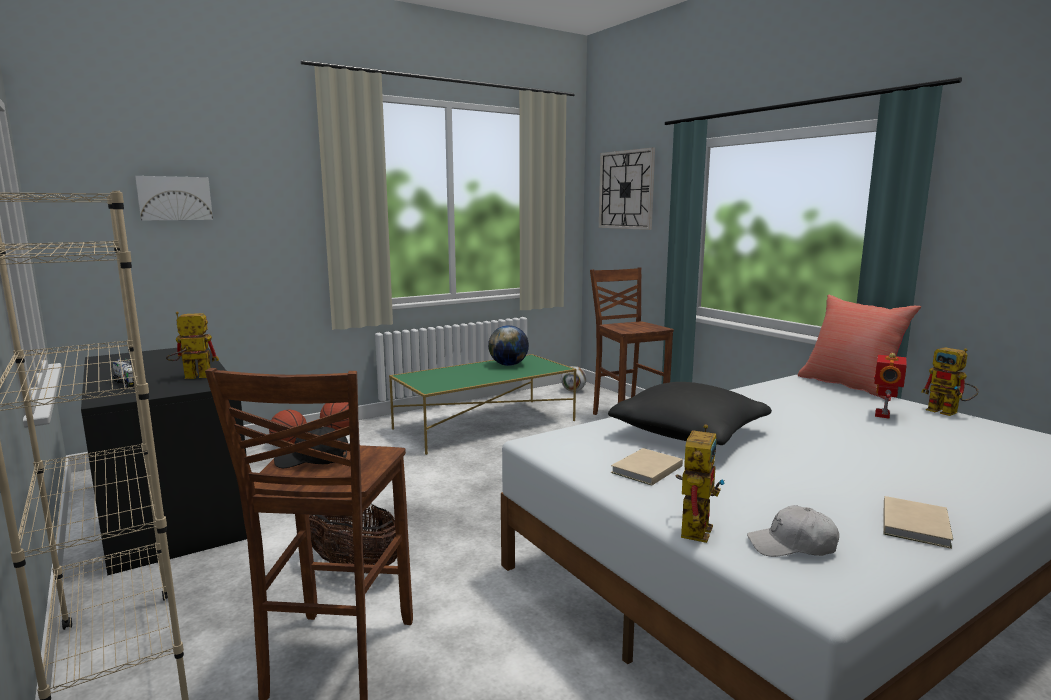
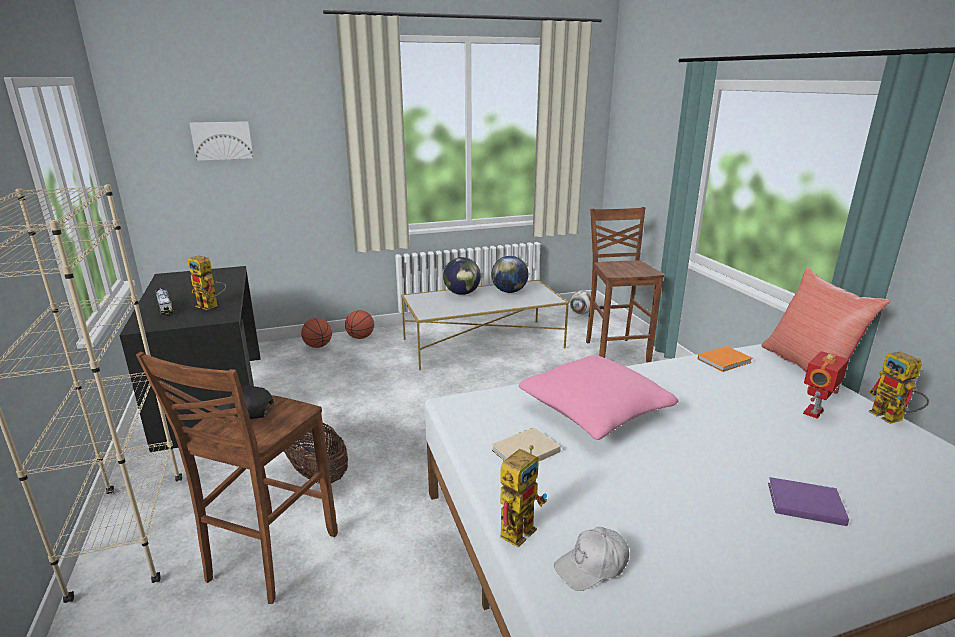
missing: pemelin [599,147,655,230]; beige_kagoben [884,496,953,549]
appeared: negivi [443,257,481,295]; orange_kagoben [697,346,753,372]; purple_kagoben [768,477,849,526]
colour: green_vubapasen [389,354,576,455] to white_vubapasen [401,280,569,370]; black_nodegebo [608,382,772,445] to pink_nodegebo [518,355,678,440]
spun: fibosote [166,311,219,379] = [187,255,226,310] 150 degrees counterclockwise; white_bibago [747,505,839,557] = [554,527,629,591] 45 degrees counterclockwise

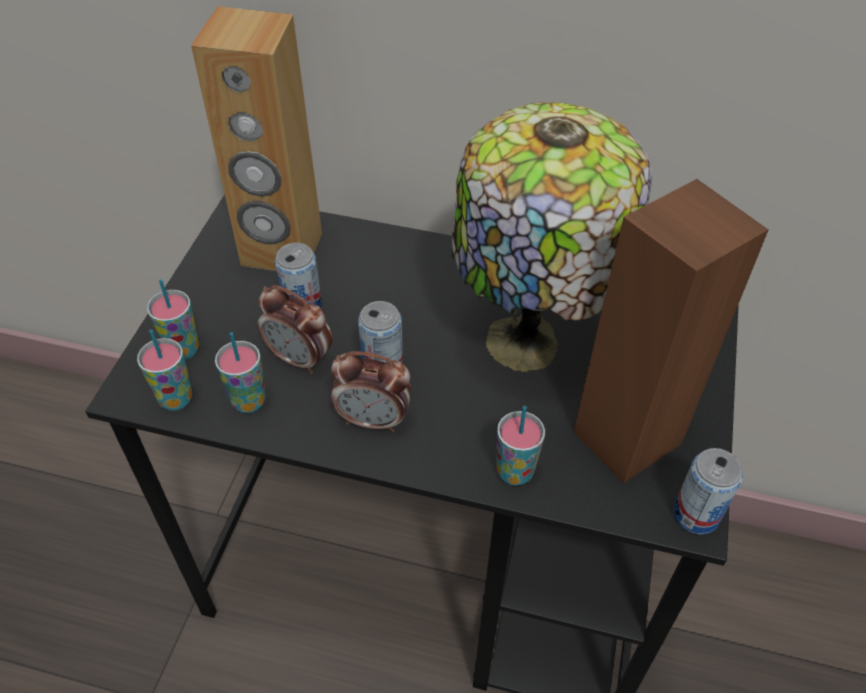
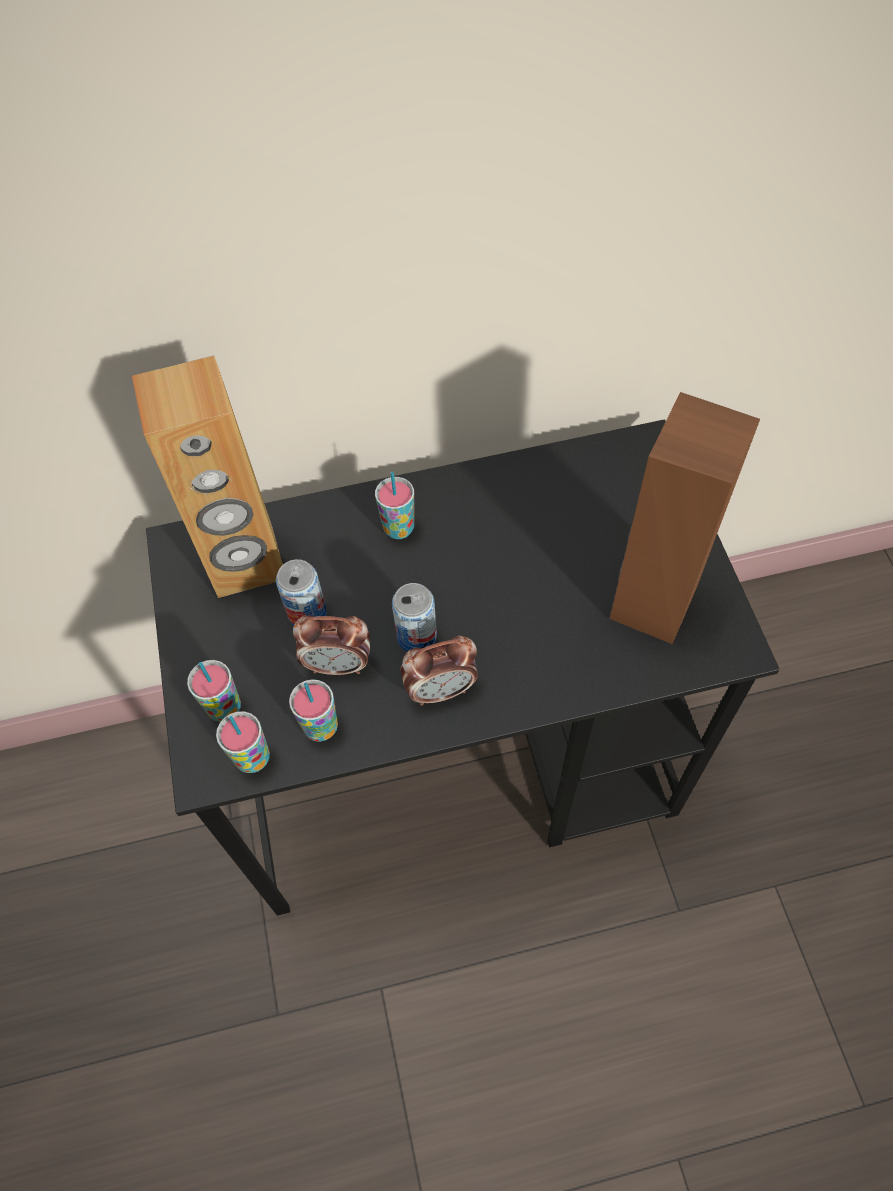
missing: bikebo [452,102,652,372]; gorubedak [673,448,743,535]
relocated: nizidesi [497,406,545,486] to [375,472,414,539]

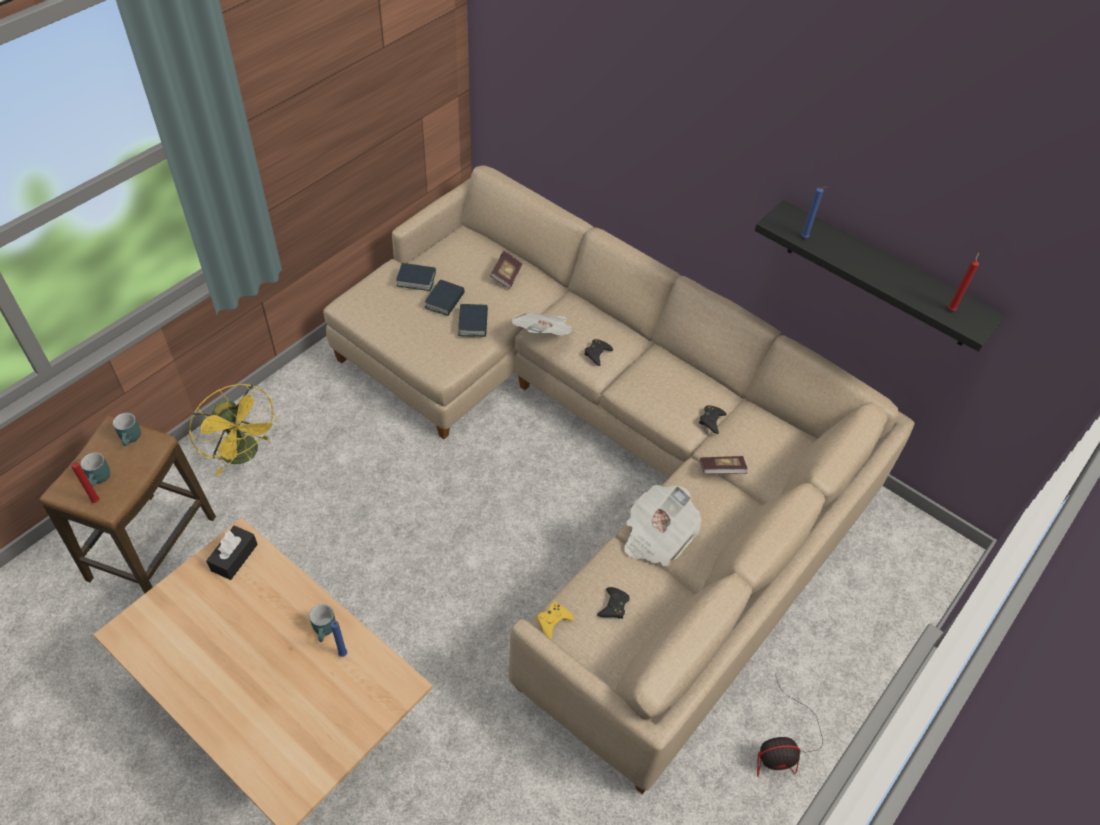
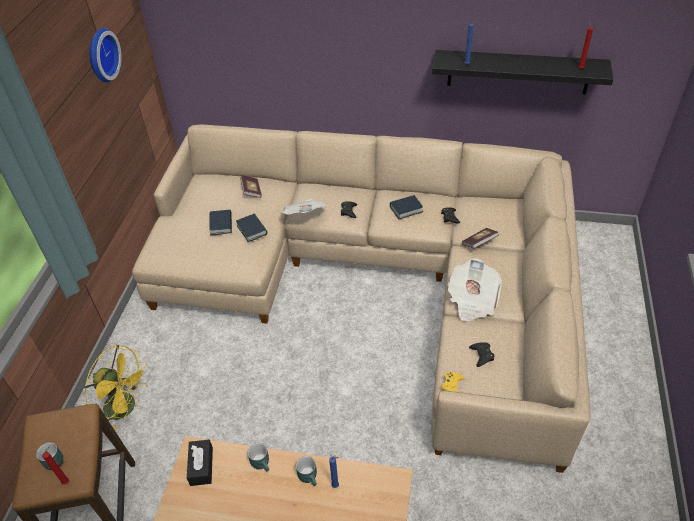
missing: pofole [757,673,823,776]
appeared: pemelin [89,28,122,83]
relocated: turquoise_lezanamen [113,413,141,446] to [248,443,269,471]; kagoben [396,263,436,291] to [390,195,423,219]

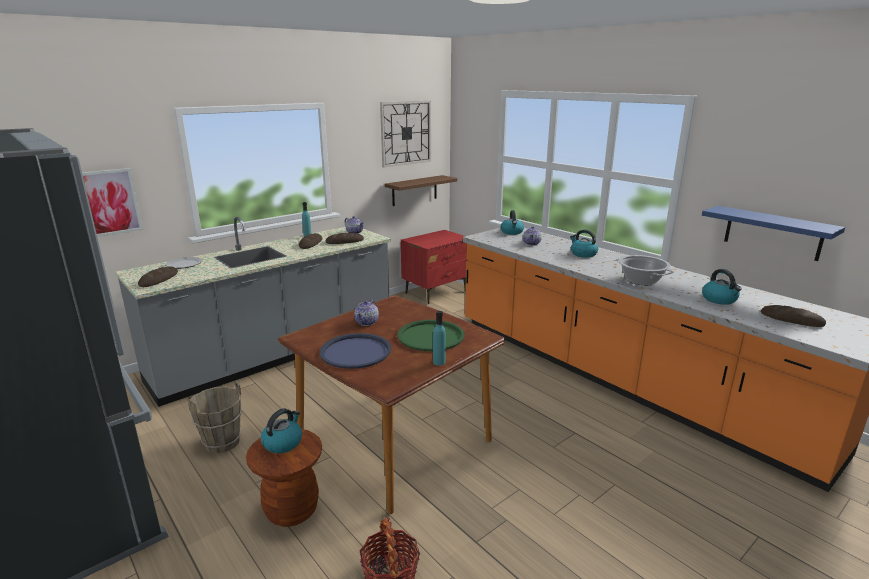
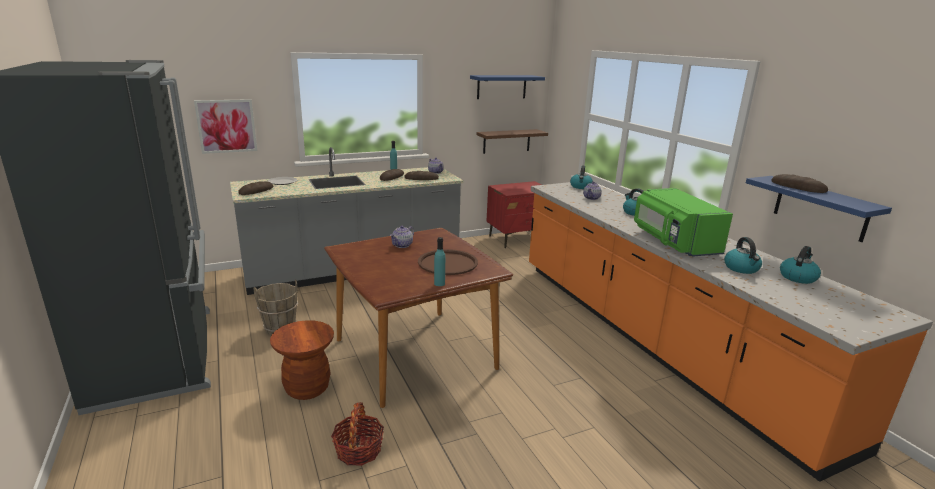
missing: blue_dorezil [320,333,391,369]
relocated: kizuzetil [261,408,302,454] to [780,246,821,284]; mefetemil [761,305,826,327] to [771,174,828,193]
exchanged: pemelin [380,100,431,167] to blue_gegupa [470,75,545,99]; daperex [616,255,673,286] to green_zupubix [634,188,733,257]
colour: green_dorezil [397,319,465,351] to brown_dorezil [418,249,478,275]

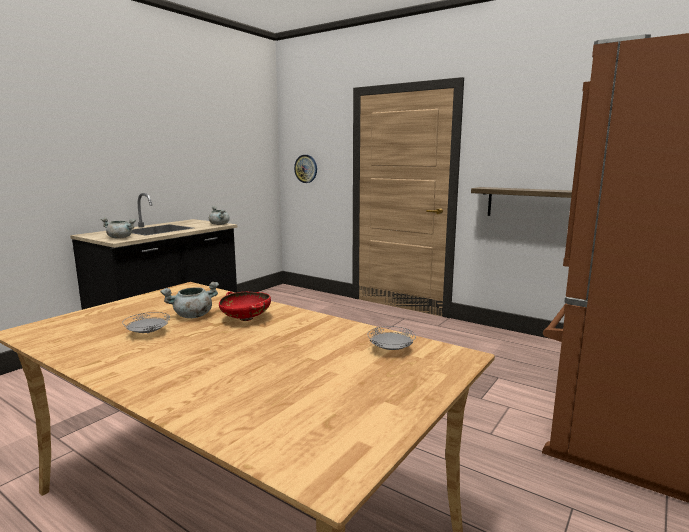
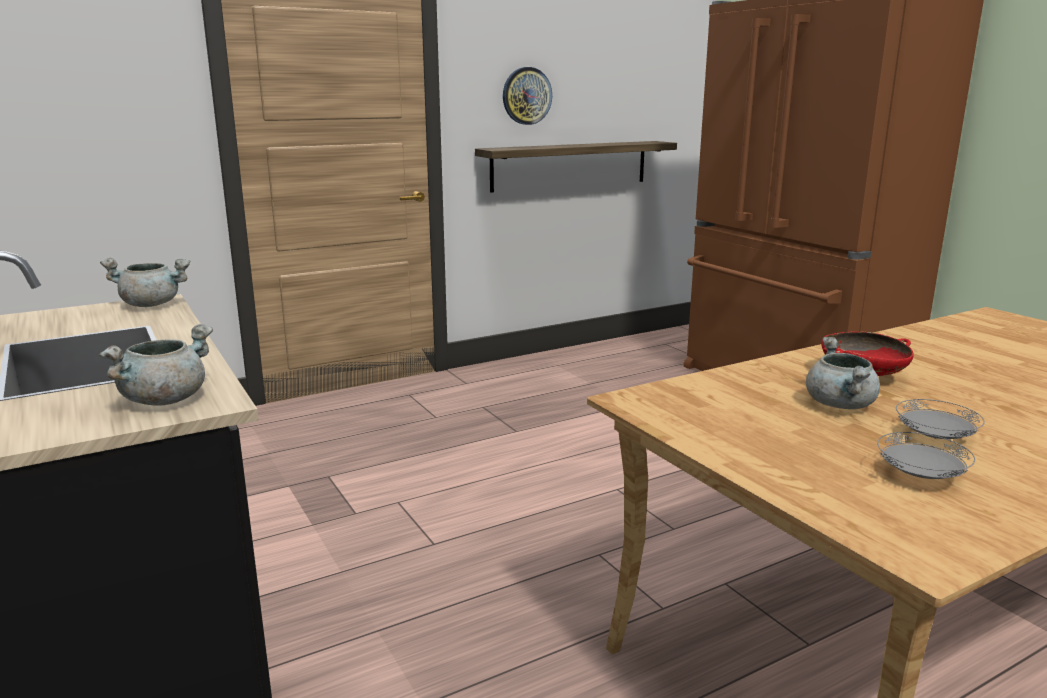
relocated: pemelin [294,155,317,183] to [503,67,552,125]; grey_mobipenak [368,326,416,350] to [877,432,975,479]

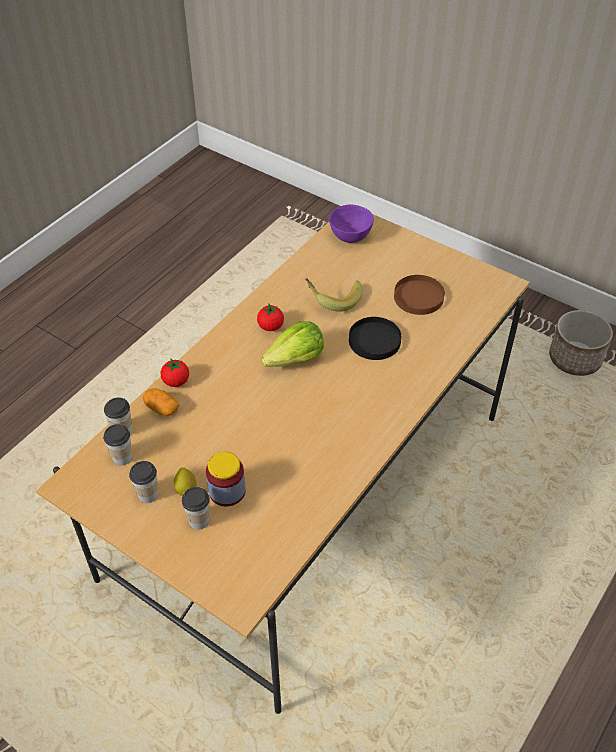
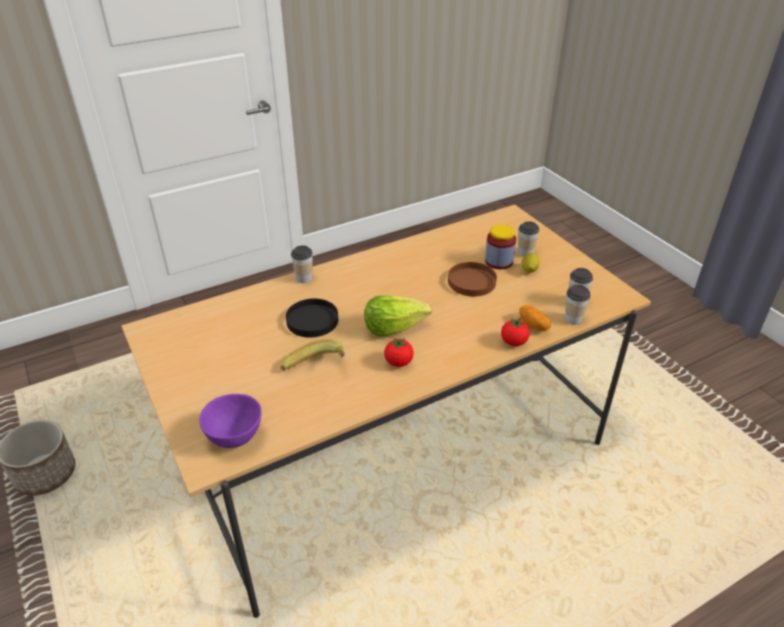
relocated: nizidesi [129,461,158,503] to [291,245,313,283]; brown_mobipenak [394,275,445,315] to [448,262,497,296]

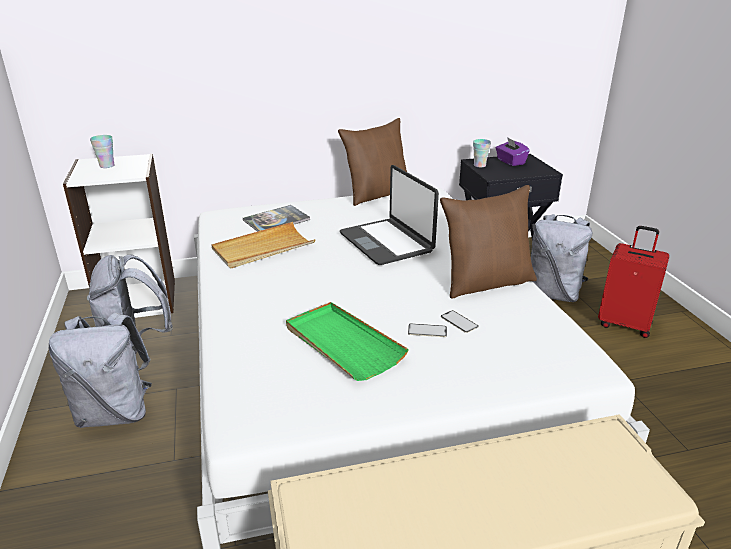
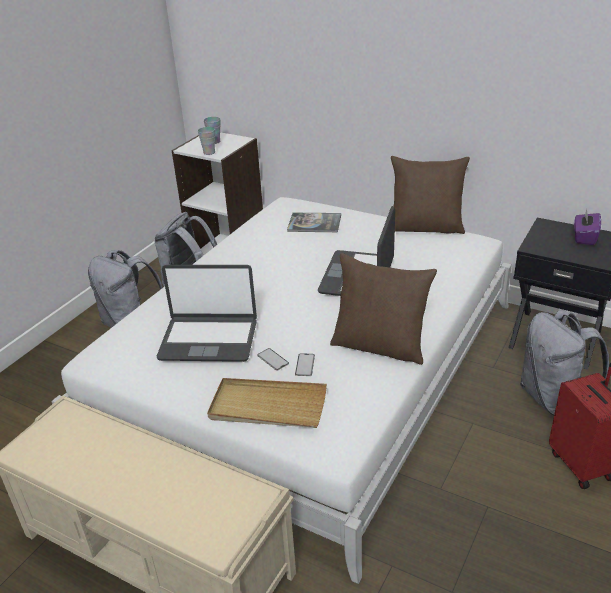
relocated: beige_dorezil [211,222,315,268] to [207,378,327,428]; nizidesi [473,139,491,168] to [198,127,215,155]
exchanged: green_dorezil [286,302,409,381] to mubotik [157,265,257,362]

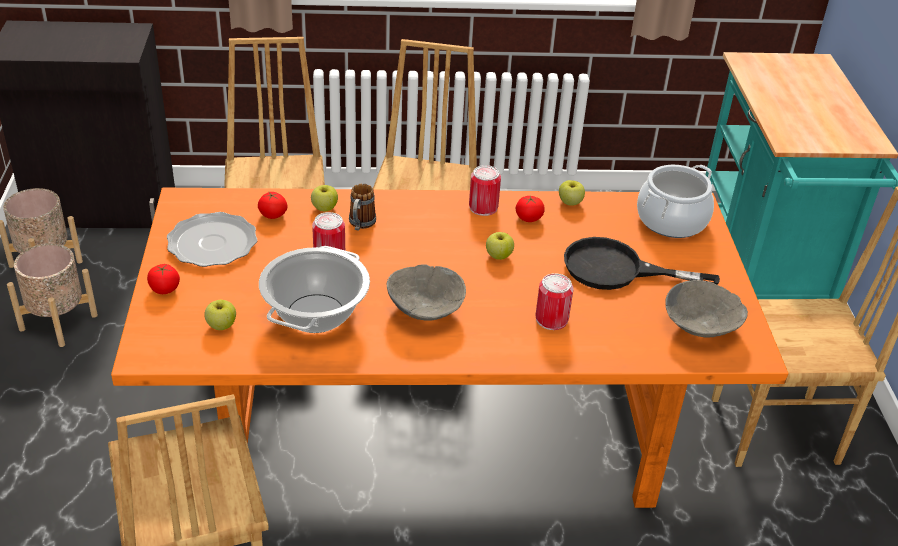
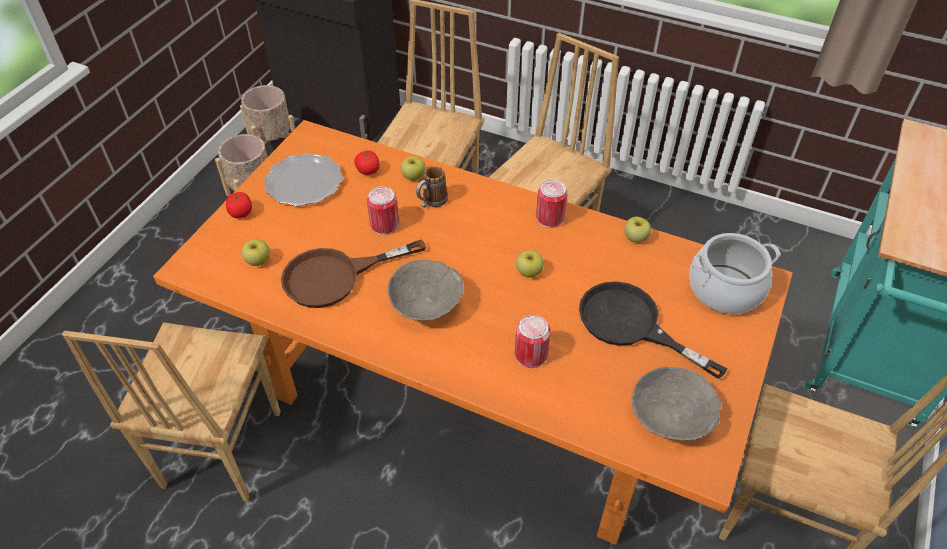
missing: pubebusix [515,196,545,222]
exchanged: daperex [259,246,370,333] to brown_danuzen [281,239,426,308]

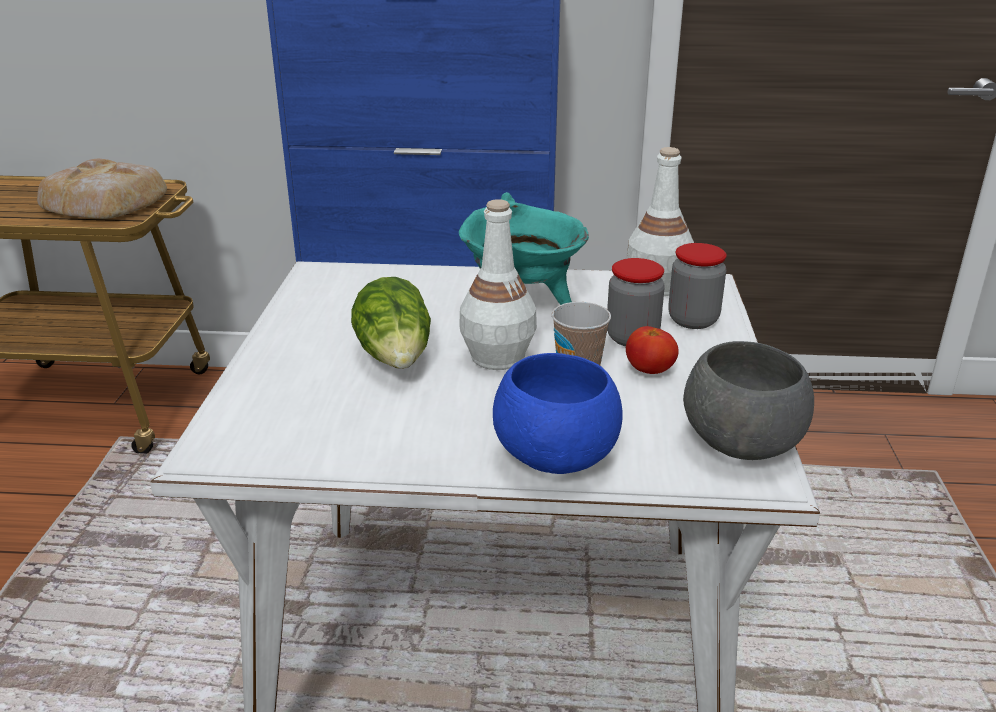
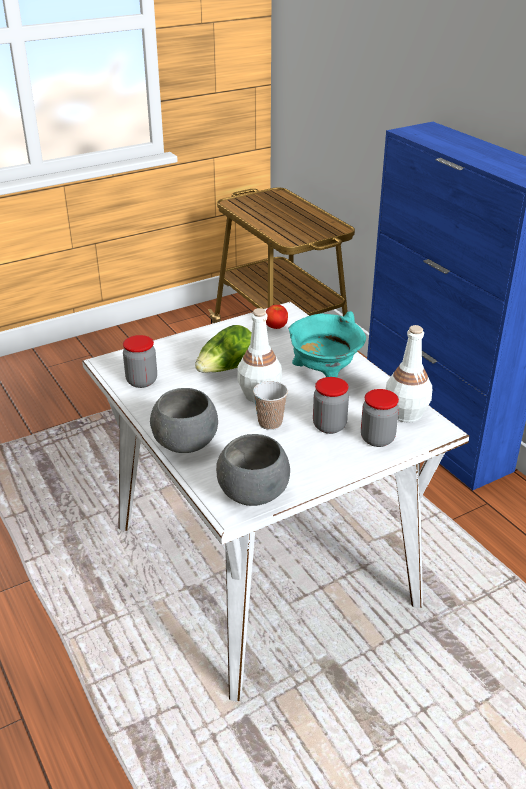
missing: mefetemil [37,159,167,219]
appeared: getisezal [123,335,157,388]
relocated: pubebusix [626,326,679,374] to [266,305,288,329]
colour: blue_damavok [493,353,623,474] to grey_damavok [150,388,218,453]

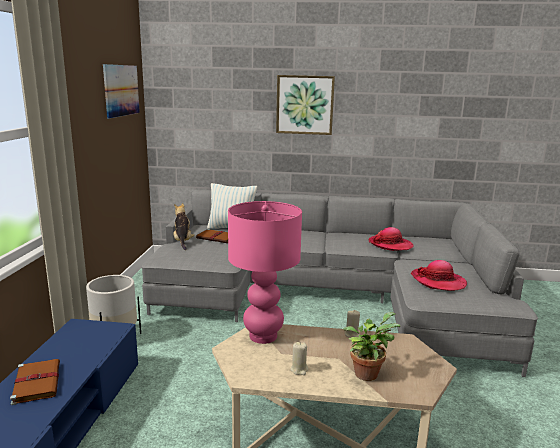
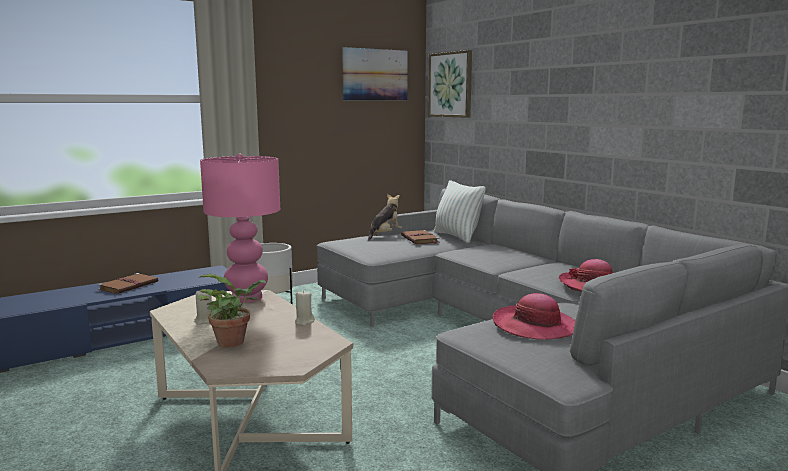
relocated: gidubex [276,75,335,135] to [428,50,472,118]

